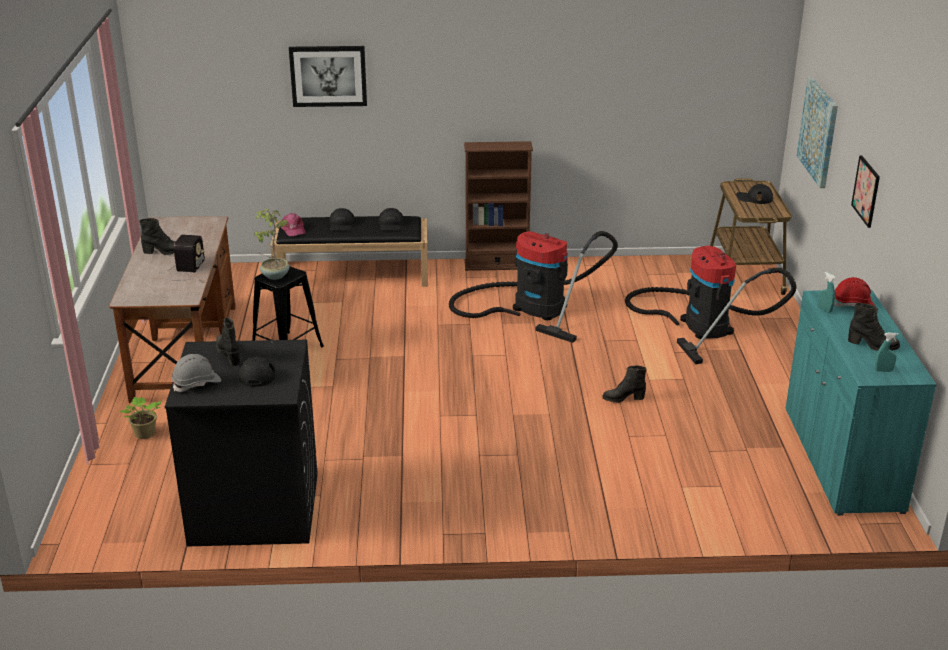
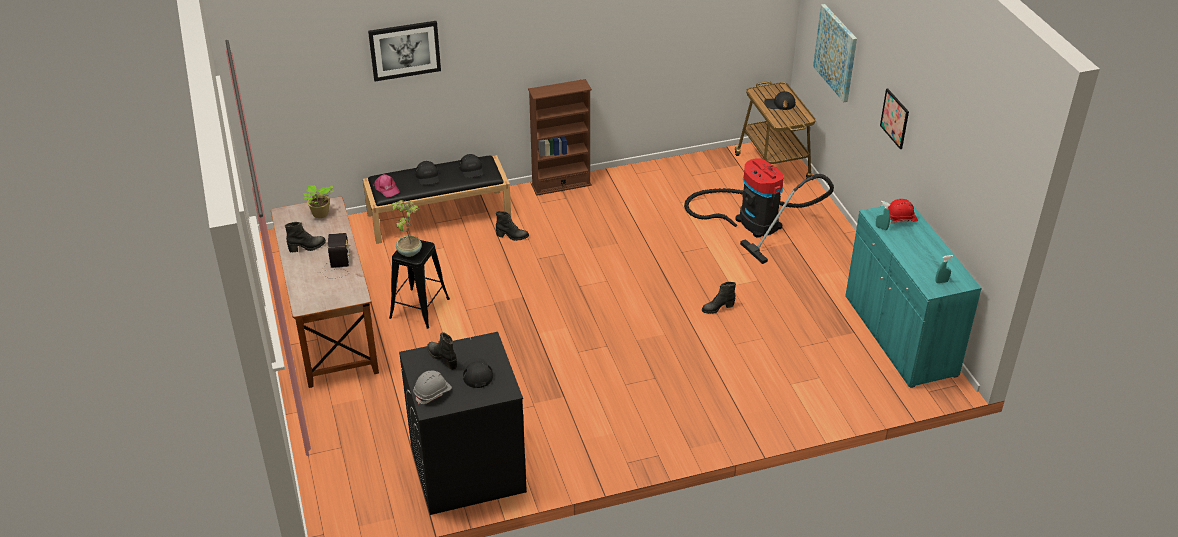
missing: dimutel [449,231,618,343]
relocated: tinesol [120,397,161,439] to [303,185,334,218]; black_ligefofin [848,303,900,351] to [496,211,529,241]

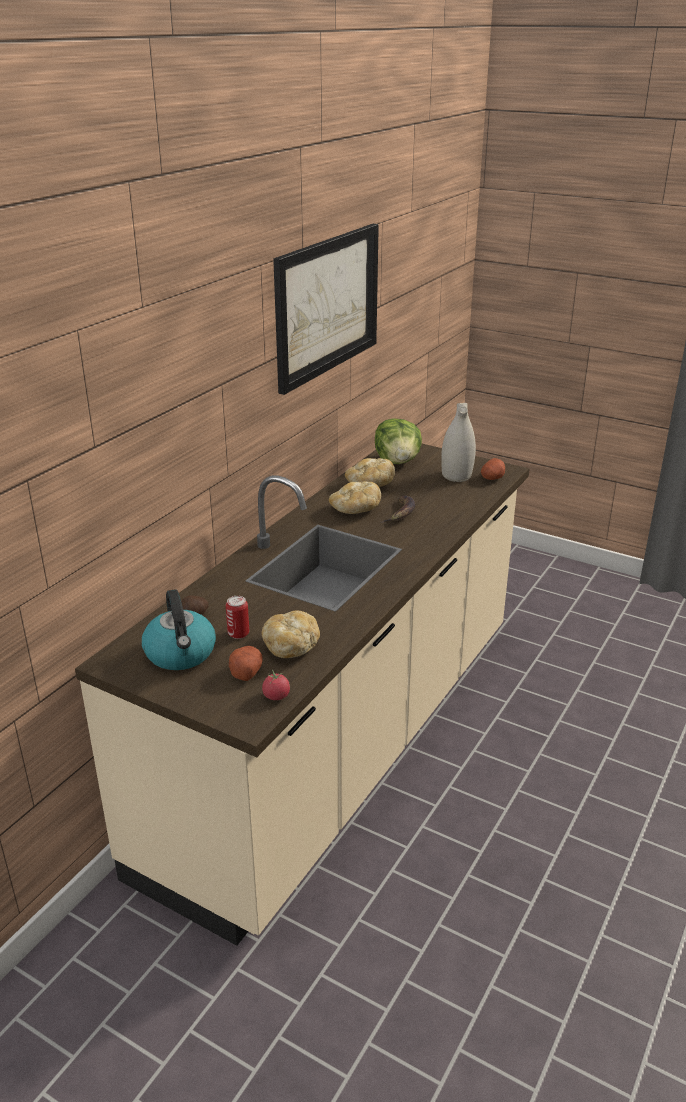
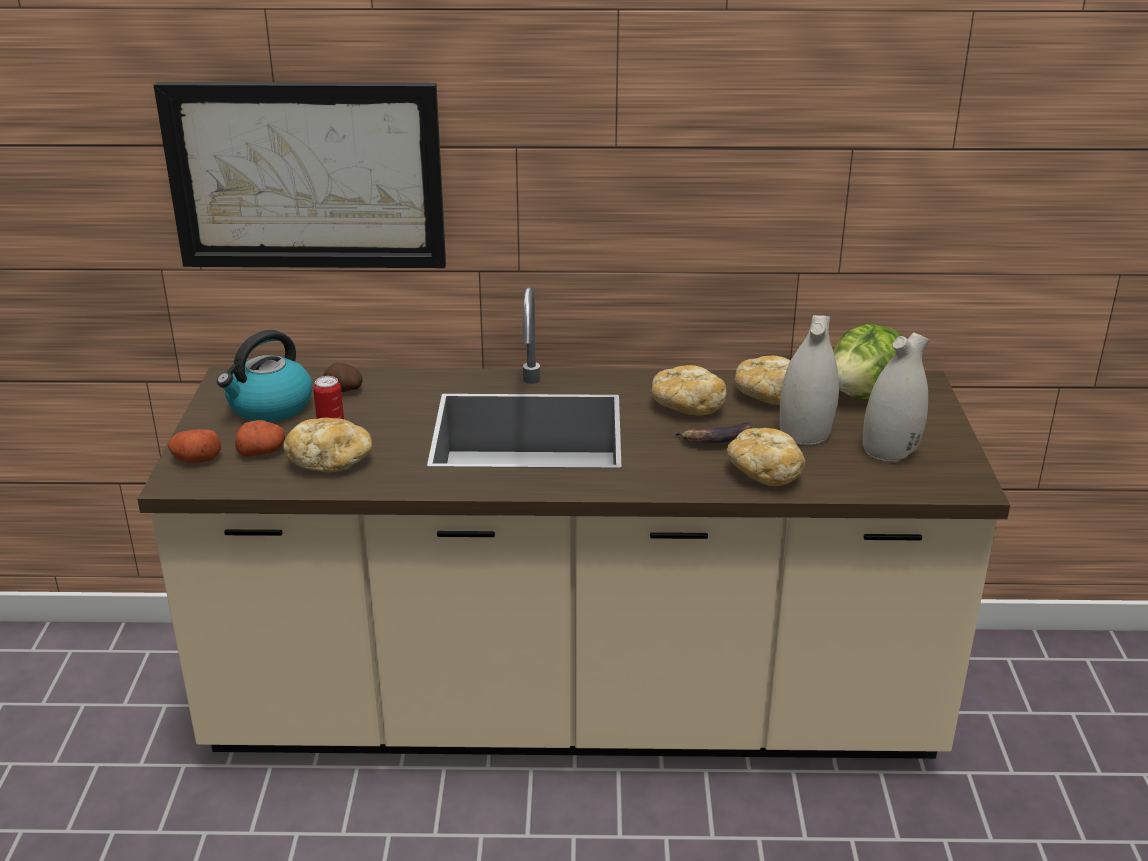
missing: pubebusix [262,670,290,700]
appeared: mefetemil [727,428,805,486]; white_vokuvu [779,315,839,446]
relocated: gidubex [273,224,379,395] to [154,82,446,268]; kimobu [481,458,505,480] to [168,429,221,463]

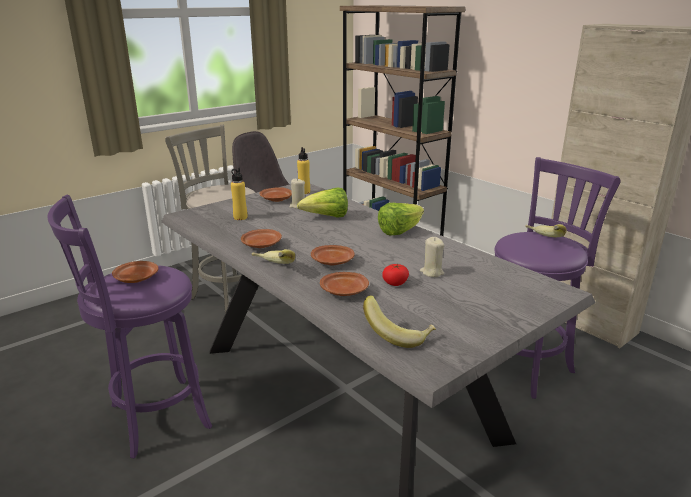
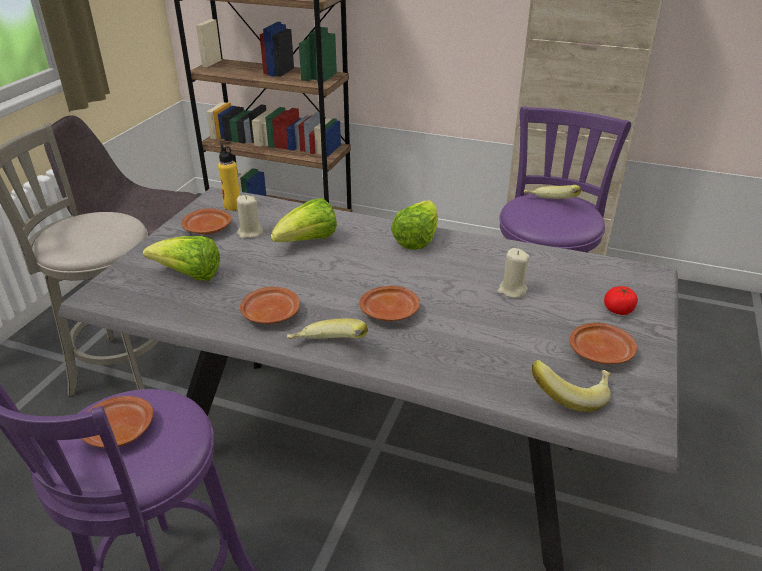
relocated: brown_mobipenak [320,272,369,296] to [570,323,637,364]; pubebusix [382,264,409,286] to [604,286,638,315]
exchanged: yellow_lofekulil [231,167,247,220] to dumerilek [143,236,220,281]

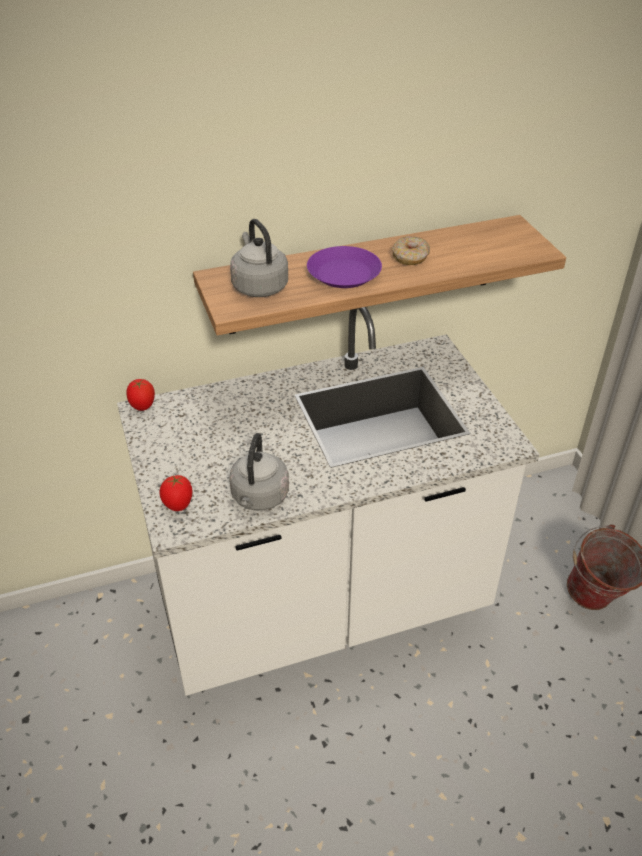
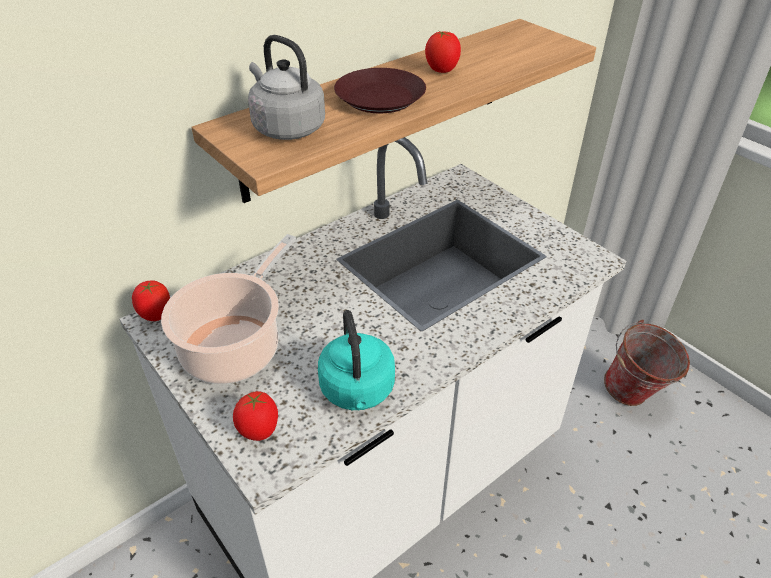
appeared: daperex [161,234,296,384]
exchanged: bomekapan [392,236,430,265] to pubebusix [425,31,461,73]
colour: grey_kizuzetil [229,433,289,510] to turquoise_kizuzetil [318,310,395,410]; purple_mobipenak [307,246,382,288] to brown_mobipenak [334,68,426,113]

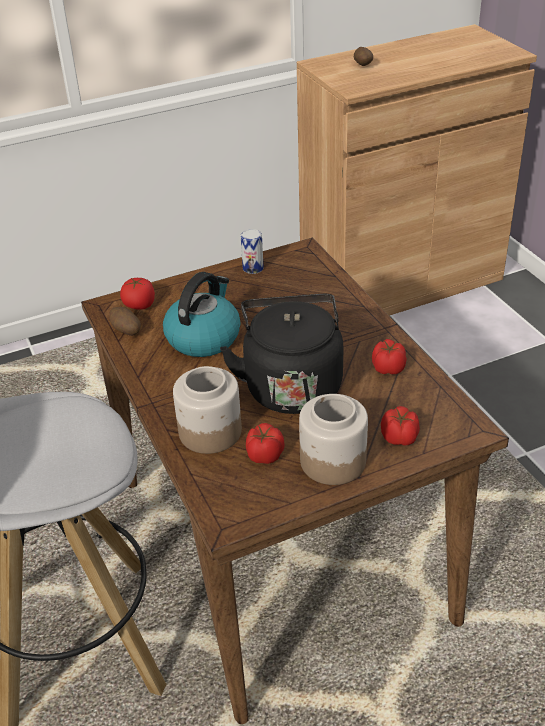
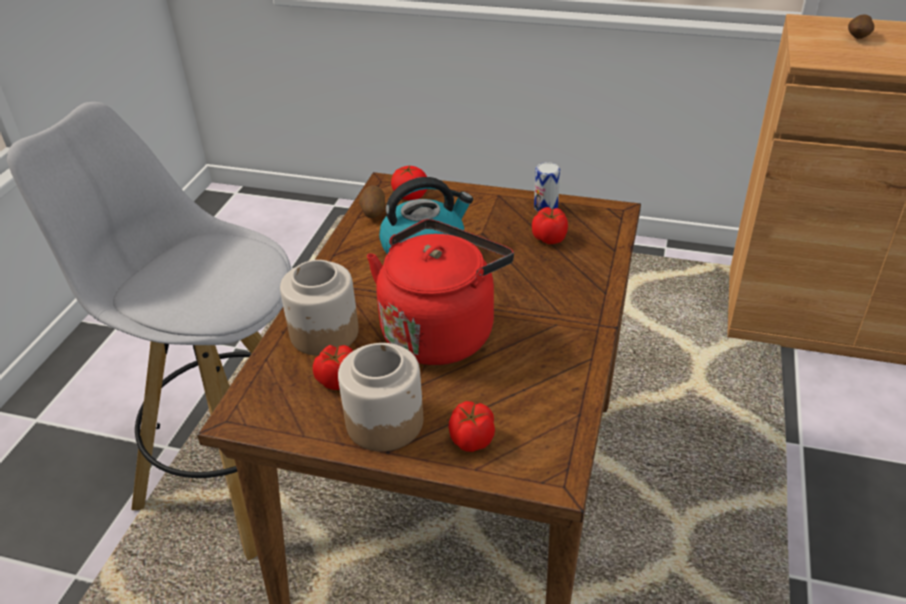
relocated: pubebusix [372,339,407,374] to [532,207,568,244]
colour: black_kizuzetil [220,294,343,414] to red_kizuzetil [367,219,514,365]

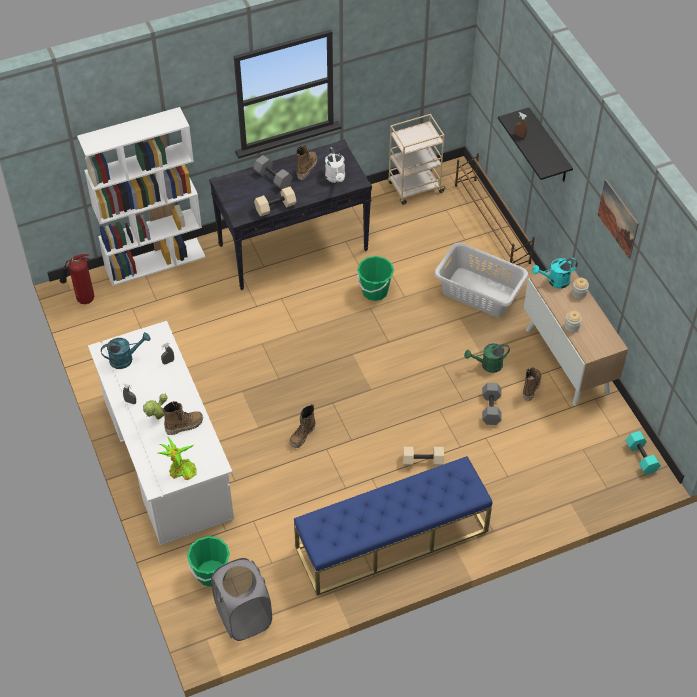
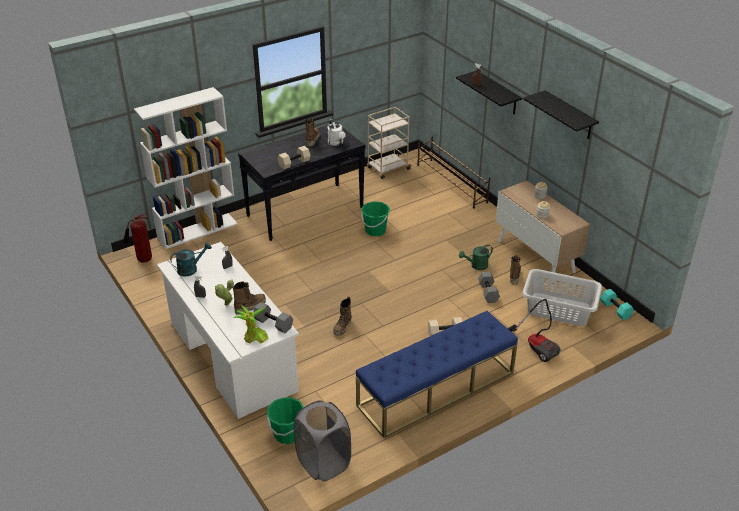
missing: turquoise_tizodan [532,258,578,289]
appeared: dimutel [508,299,561,363]
relocated: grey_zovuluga [253,155,293,189] to [253,302,293,333]; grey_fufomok [434,243,528,317] to [522,269,602,326]
exchanged: gidubex [598,179,639,259] to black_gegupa [523,90,599,139]

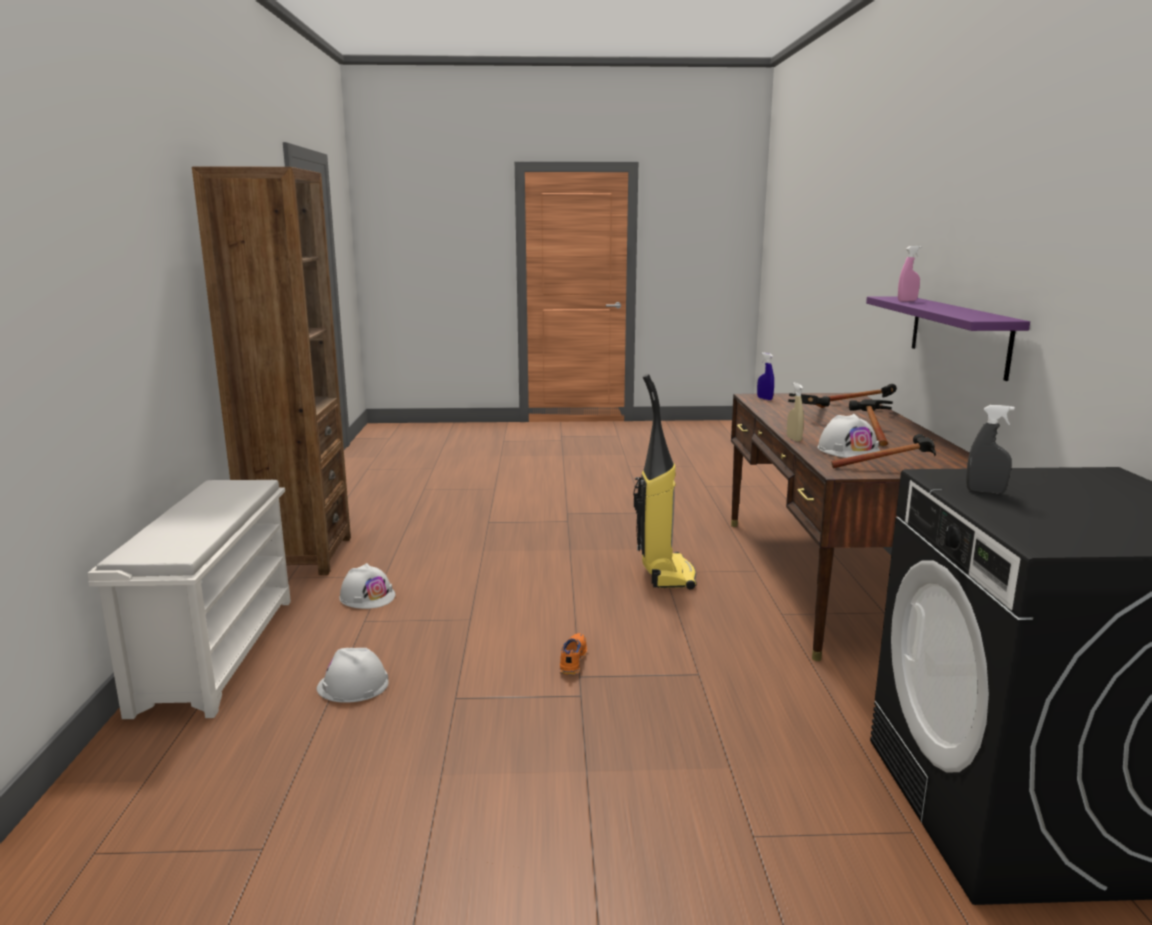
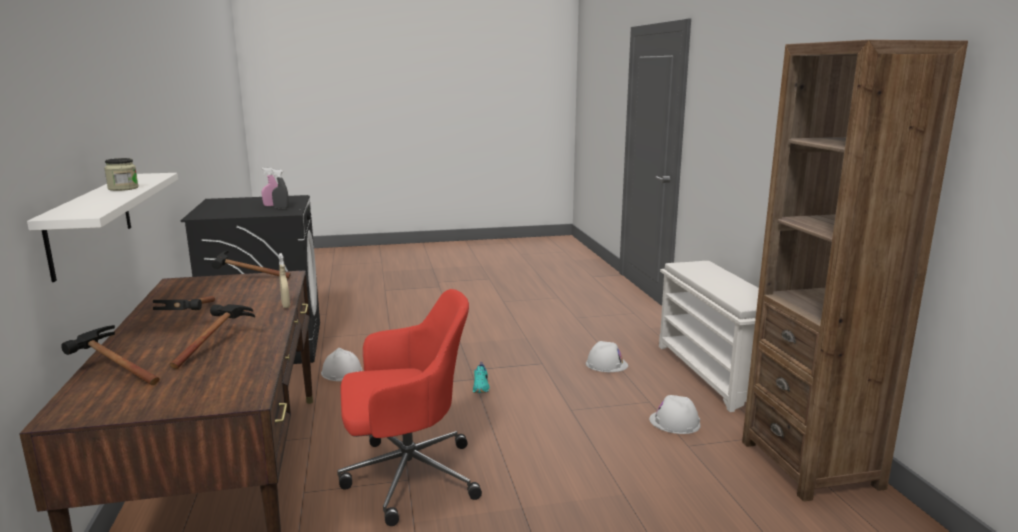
missing: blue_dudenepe [757,353,774,400]
appeared: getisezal [104,158,138,191]
relocated: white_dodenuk [817,414,881,458] to [321,348,362,381]; pink_dudenepe [898,246,921,302] to [261,167,278,206]
exchanged: dimutel [633,374,697,590] to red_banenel [337,289,482,526]
colour: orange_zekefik [560,633,587,675] to turquoise_zekefik [473,362,490,393]; purple_gegupa [866,296,1030,381] to white_gegupa [27,173,178,282]

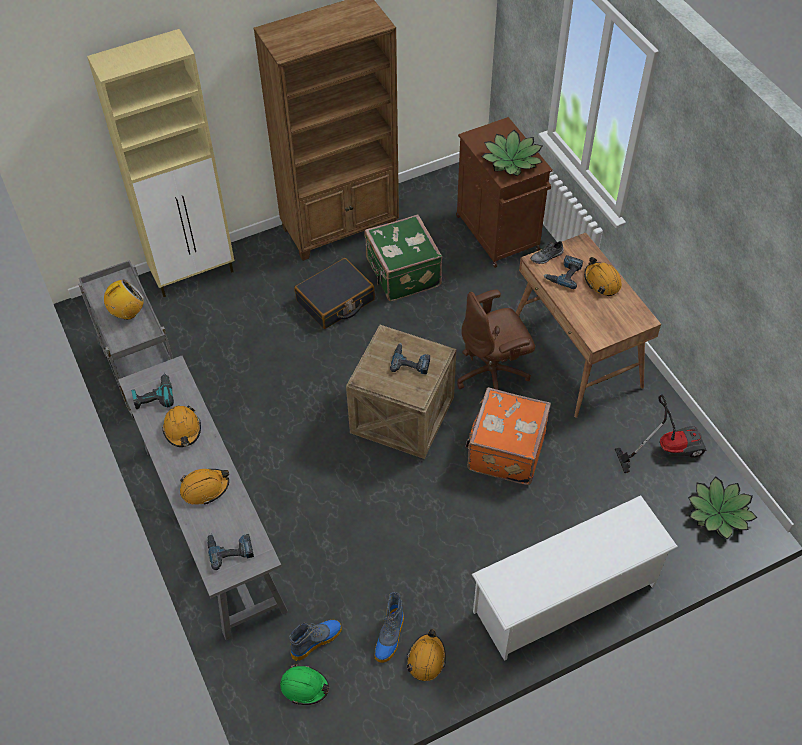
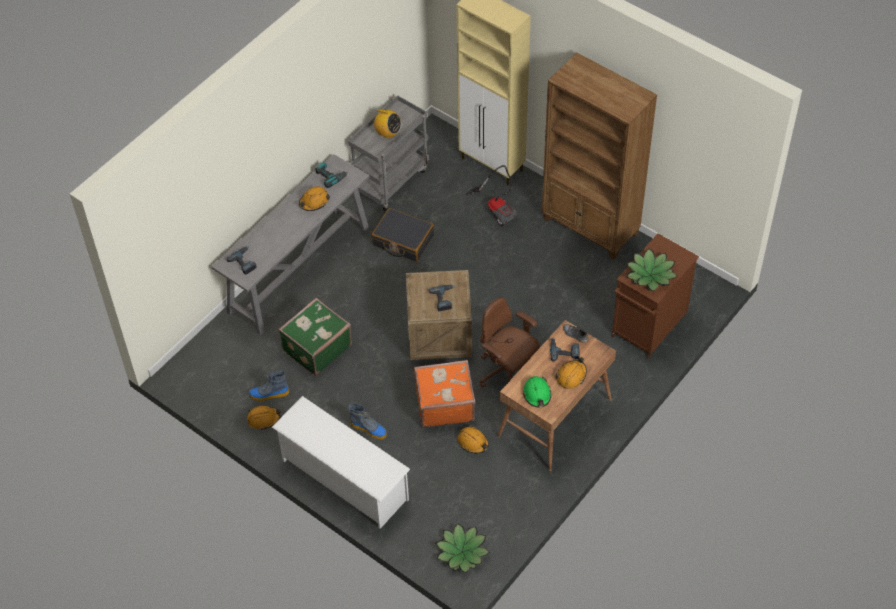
relocated: orange_dodenuk [180,469,229,505] to [457,425,489,454]; green_dodenuk [280,664,330,705] to [523,376,551,407]; ligefofin [289,620,342,661] to [348,403,387,440]; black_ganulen [294,258,375,329] to [372,208,434,262]; green_ganulen [364,214,442,301] to [278,298,352,376]; dimutel [615,394,706,473] to [465,165,518,227]

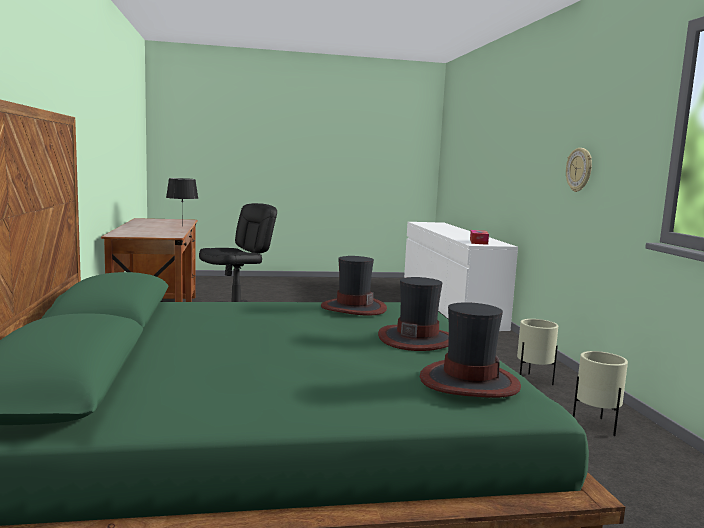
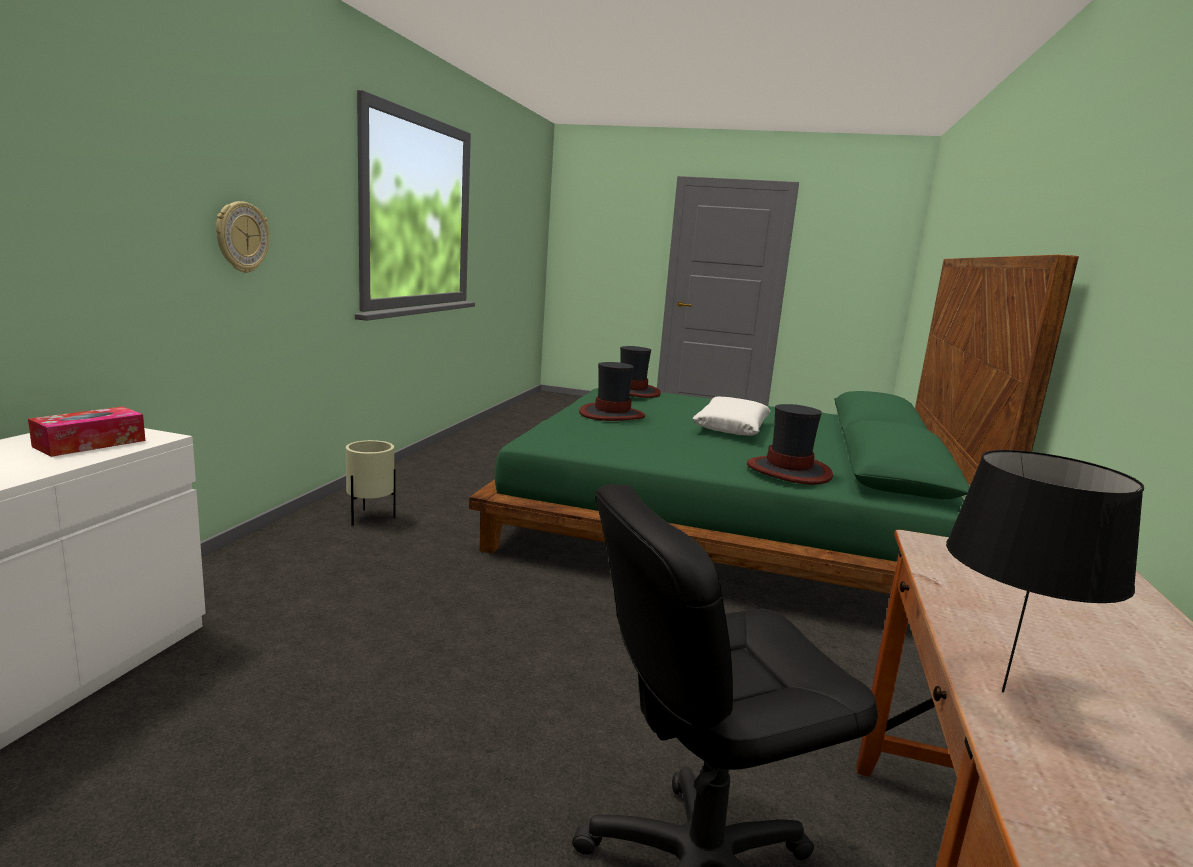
missing: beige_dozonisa [573,351,628,436]
appeared: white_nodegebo [692,397,770,435]
relocated: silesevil [321,256,387,316] to [747,404,833,484]

